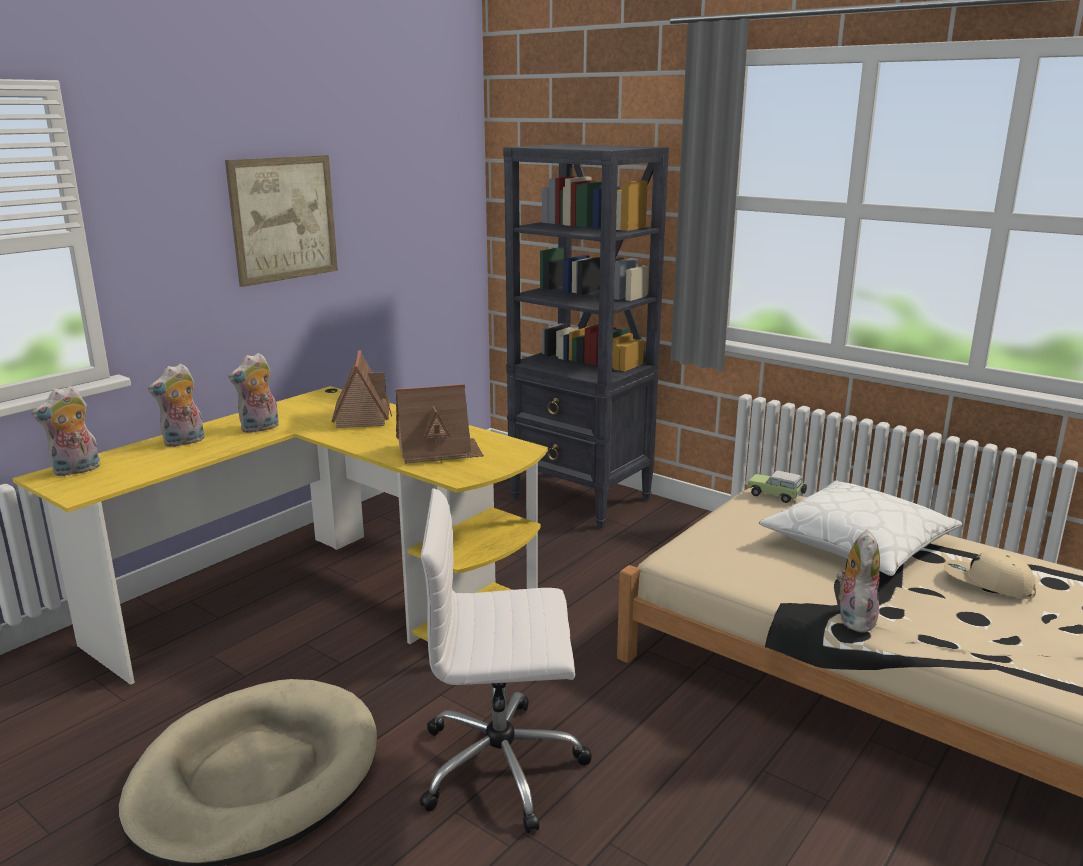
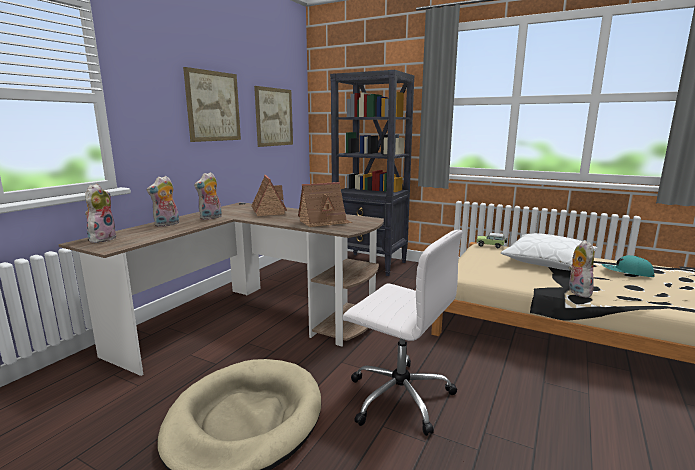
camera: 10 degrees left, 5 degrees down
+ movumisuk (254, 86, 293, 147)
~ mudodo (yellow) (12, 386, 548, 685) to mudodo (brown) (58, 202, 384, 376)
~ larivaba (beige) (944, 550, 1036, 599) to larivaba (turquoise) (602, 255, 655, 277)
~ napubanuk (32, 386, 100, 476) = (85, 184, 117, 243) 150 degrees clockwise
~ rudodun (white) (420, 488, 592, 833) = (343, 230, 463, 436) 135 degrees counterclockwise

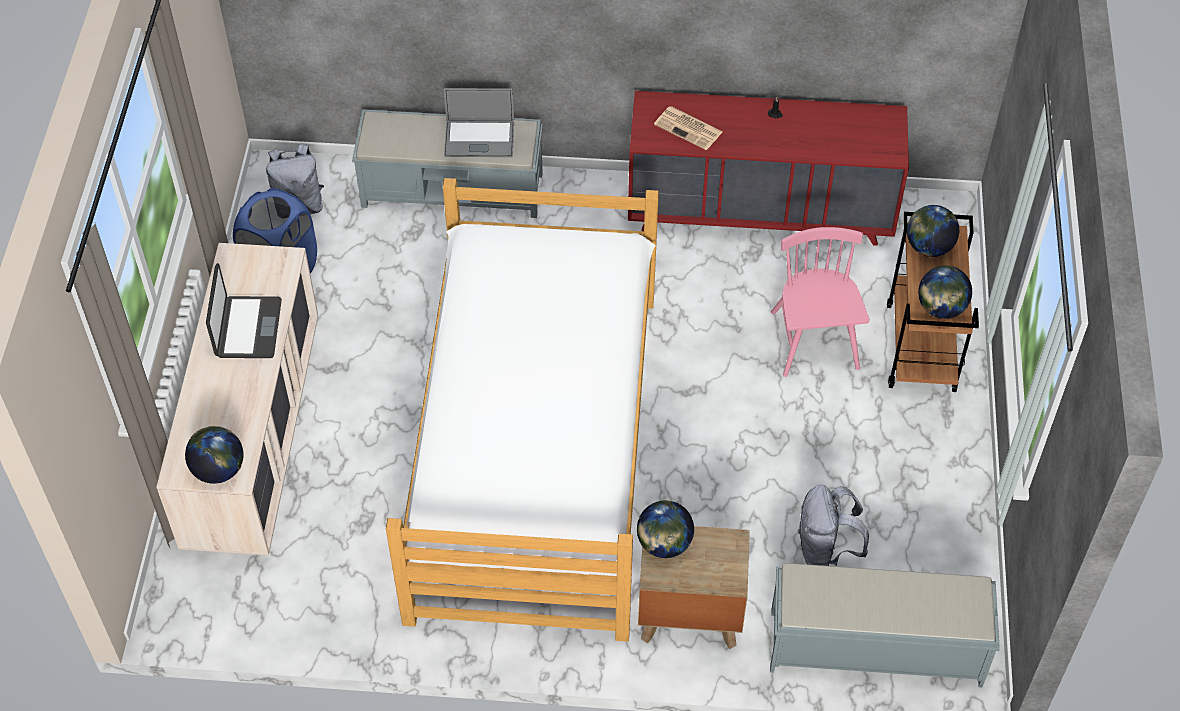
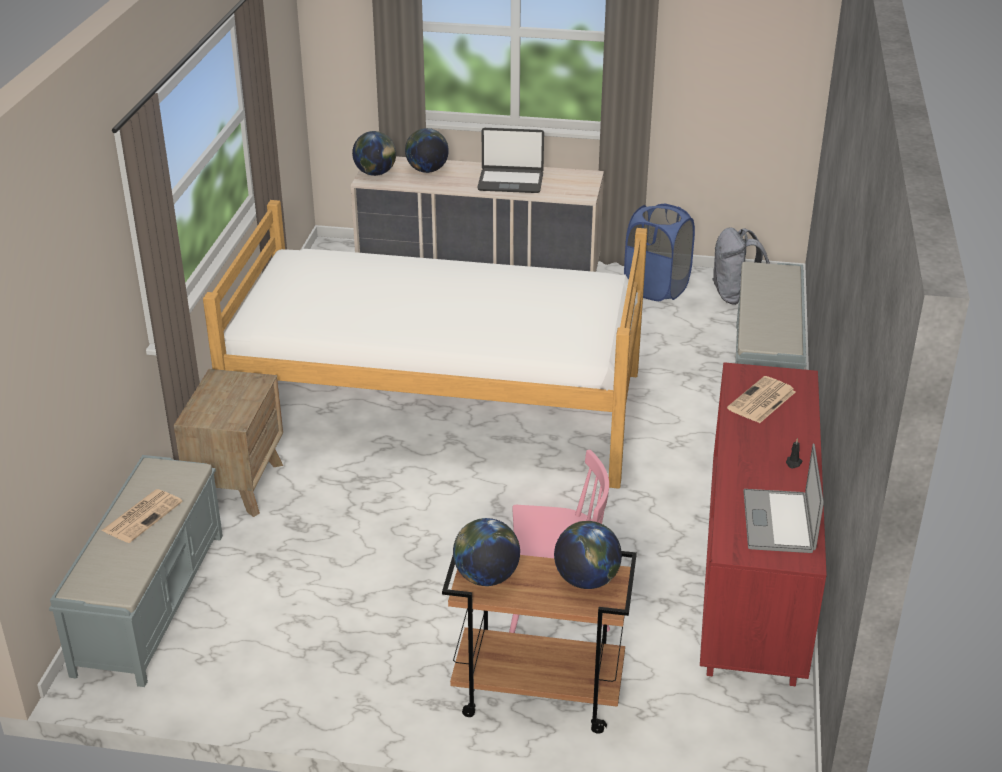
camera: 95 degrees right, 20 degrees down
- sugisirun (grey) (798, 484, 869, 566)
+ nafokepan (101, 489, 183, 543)
~ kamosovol (444, 88, 514, 157) to (744, 444, 824, 553)
~ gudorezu (637, 500, 694, 558) to (405, 128, 449, 173)

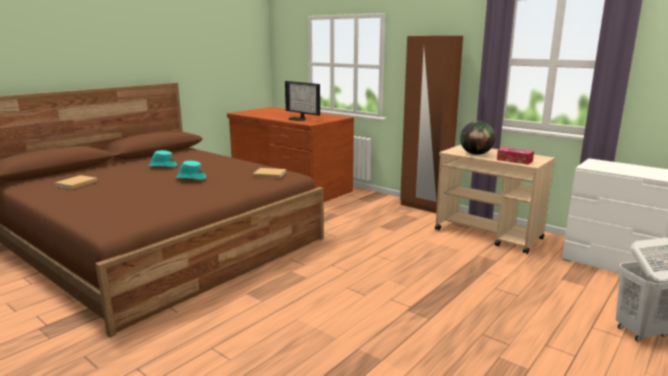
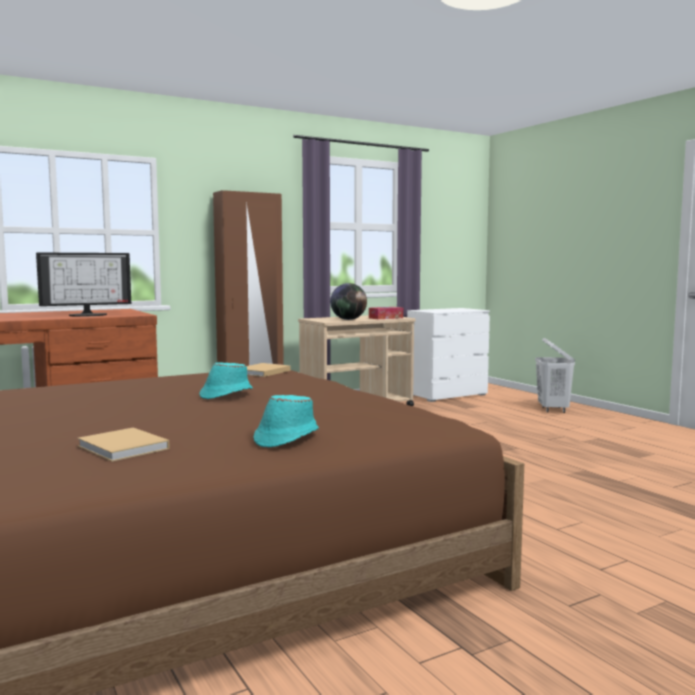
camera: 70 degrees left, 10 degrees down
~ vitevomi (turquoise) (148, 150, 177, 167) to (253, 395, 319, 448)

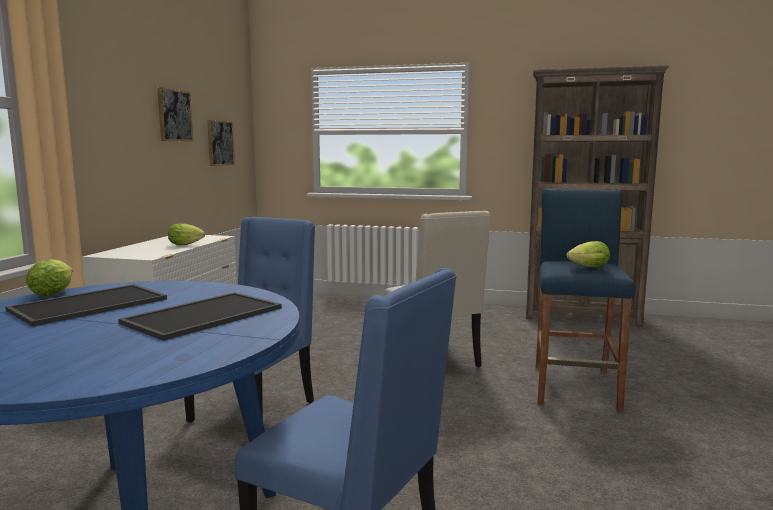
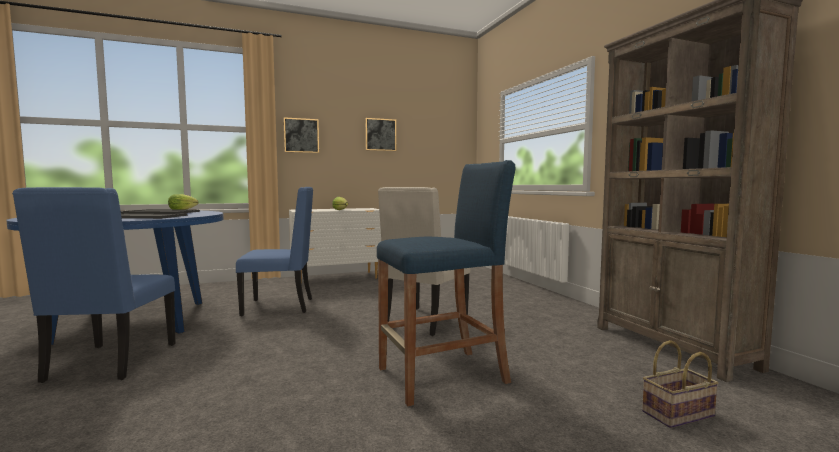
camera: 55 degrees right, 5 degrees down
- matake (566, 241, 610, 267)
+ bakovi (642, 340, 718, 428)
~ movumisuk (207, 120, 235, 166) to (284, 117, 319, 153)

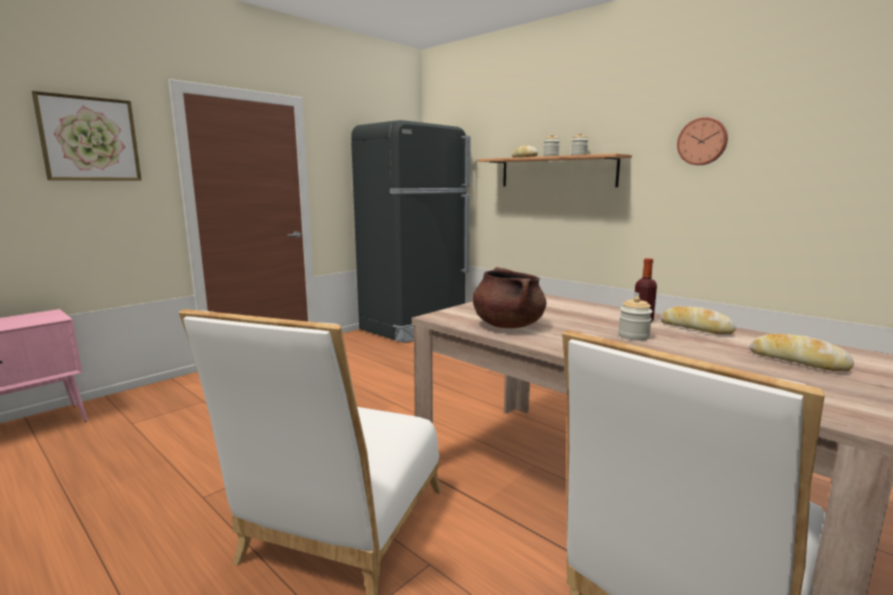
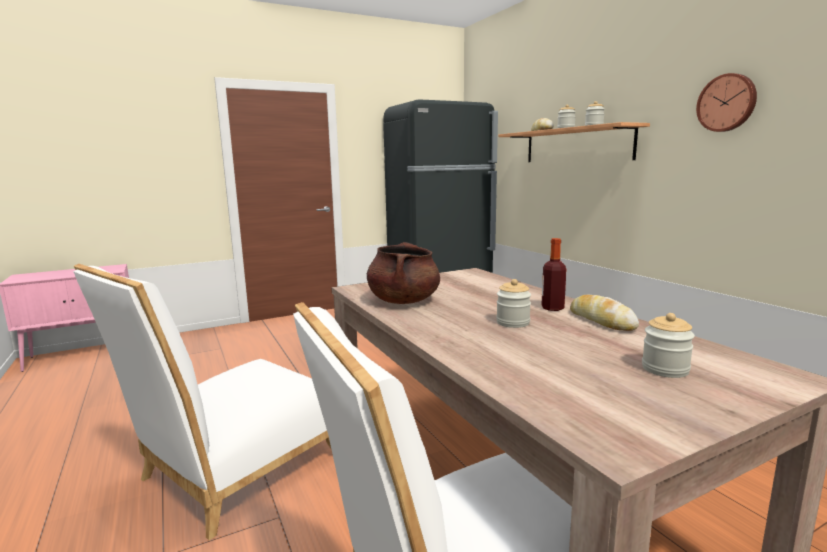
camera: 20 degrees right, 0 degrees up
- movumisuk (32, 91, 142, 180)
~ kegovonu (750, 334, 854, 371) to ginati (642, 313, 695, 378)

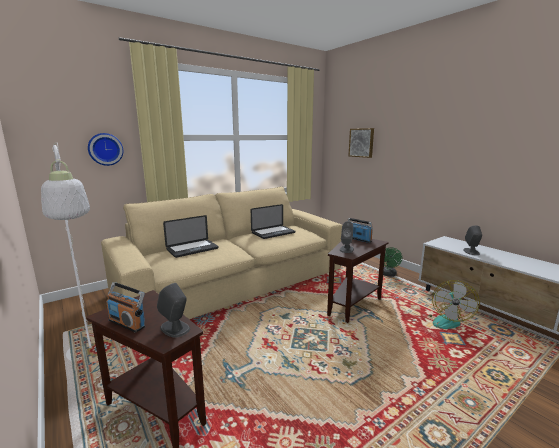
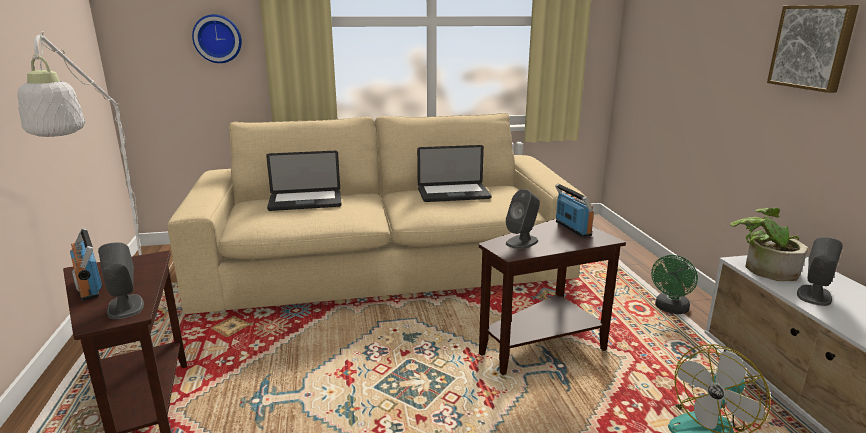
camera: 25 degrees right, 5 degrees up
+ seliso (731, 208, 808, 281)
~ movumisuk (348, 128, 374, 158) to (767, 5, 859, 93)

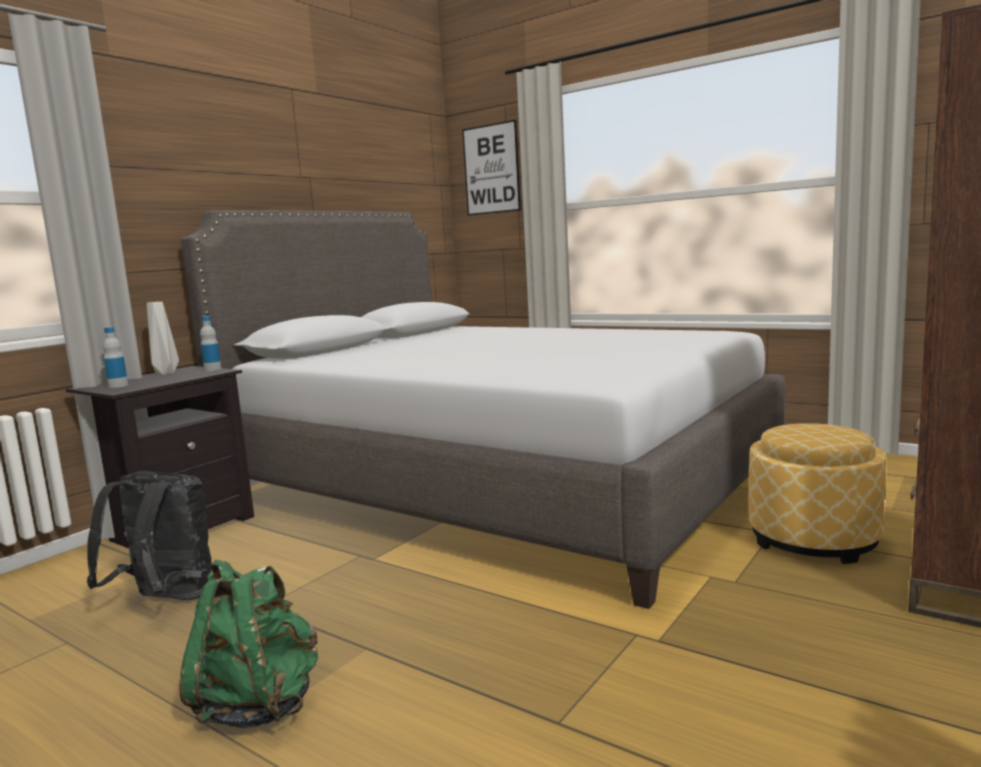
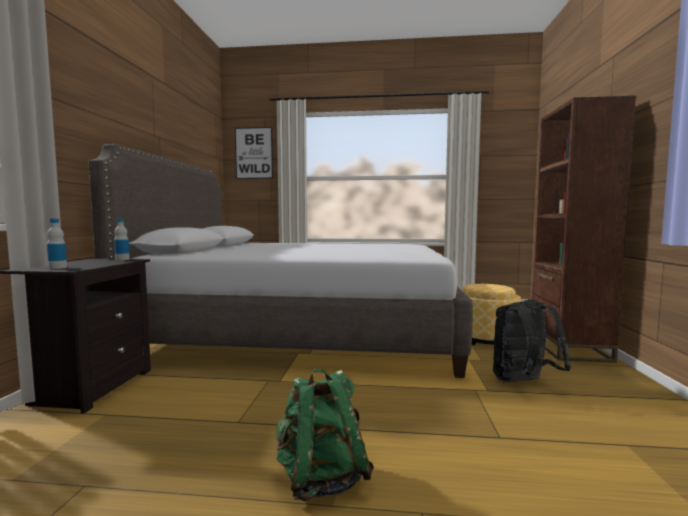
camera: 30 degrees left, 5 degrees down
- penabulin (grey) (147, 302, 179, 375)
~ sugisirun (black) (86, 471, 212, 600) to (493, 300, 571, 382)

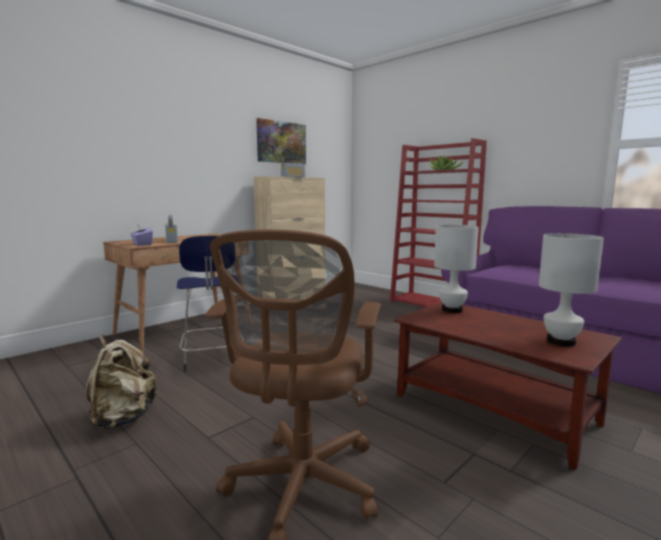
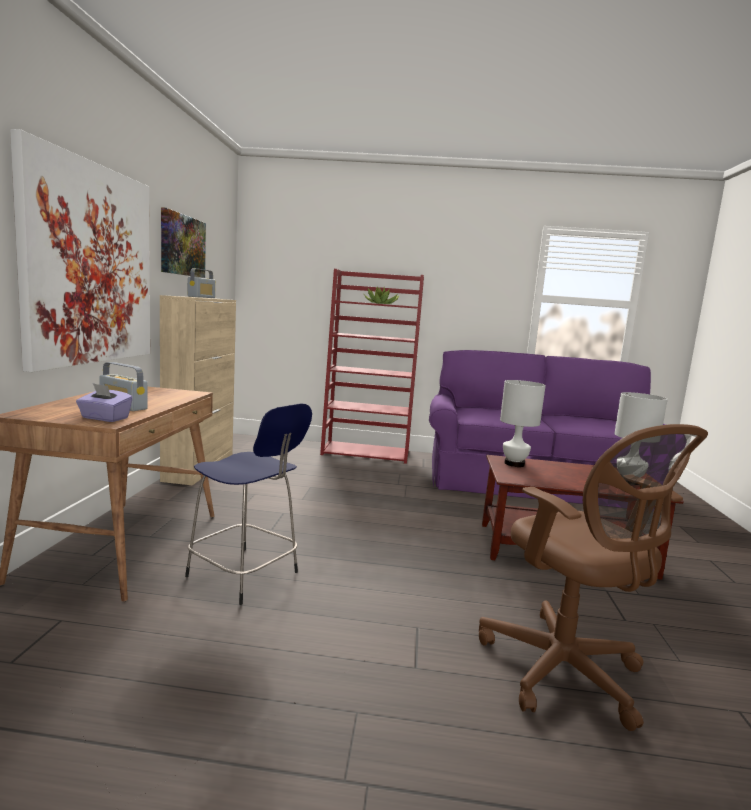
camera: 40 degrees left, 0 degrees up
- sugisirun (beige) (86, 335, 159, 430)
+ movumisuk (10, 129, 150, 372)

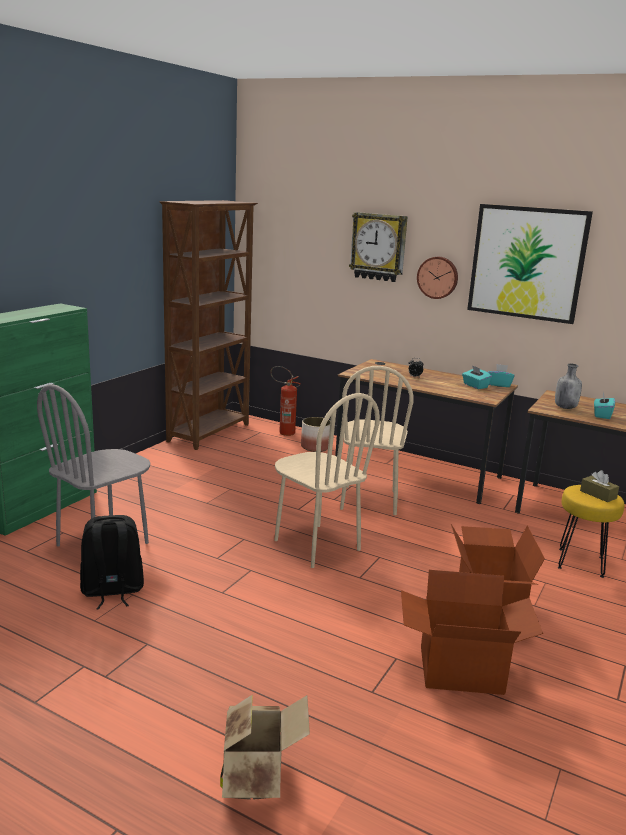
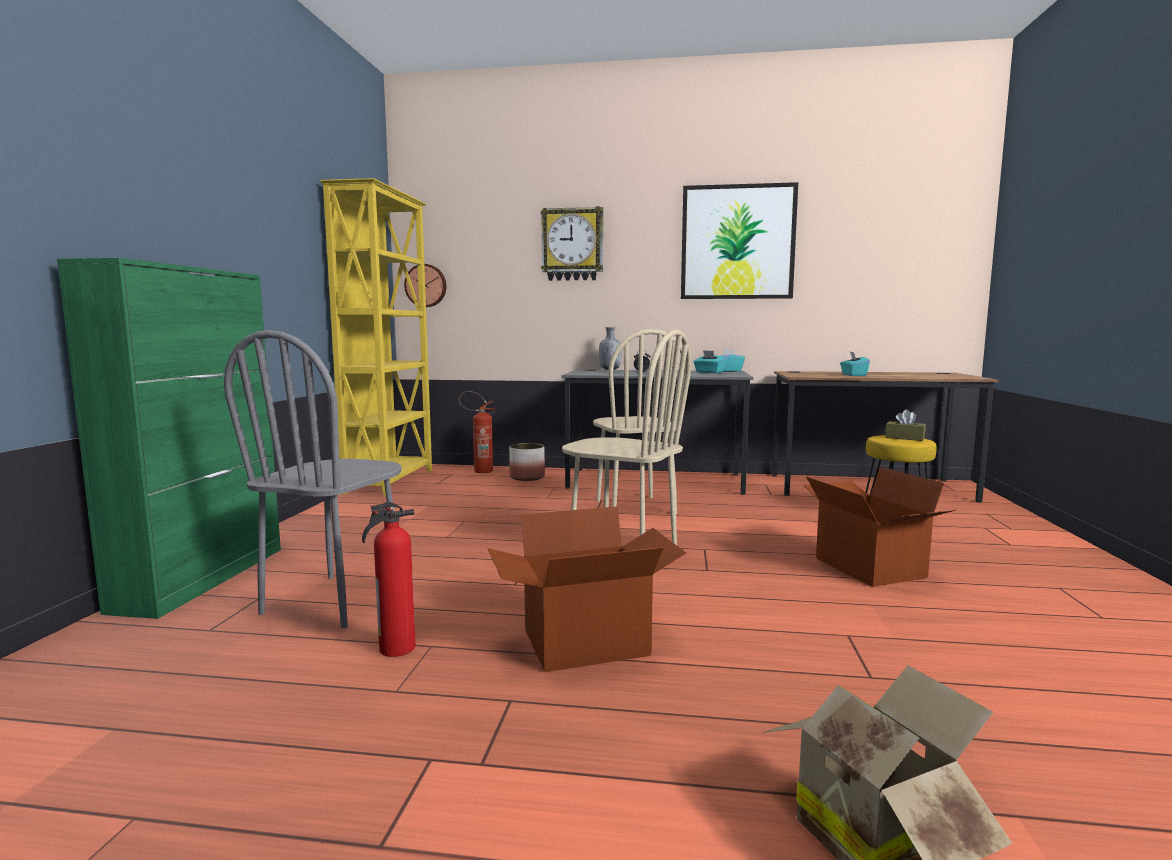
camera: 20 degrees left, 10 degrees down
~ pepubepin (401, 570, 543, 695) to (488, 506, 686, 672)
~ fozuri (417, 257, 458, 299) to (404, 264, 446, 307)
~ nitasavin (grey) (555, 363, 582, 409) to (599, 327, 622, 370)
~ sugisirun (black) (80, 515, 144, 609) to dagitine (362, 502, 416, 657)
~ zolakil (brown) (160, 200, 258, 450) to zolakil (yellow) (320, 178, 432, 496)
~ mudodo (brown) (335, 359, 518, 504) to mudodo (grey) (561, 369, 753, 495)

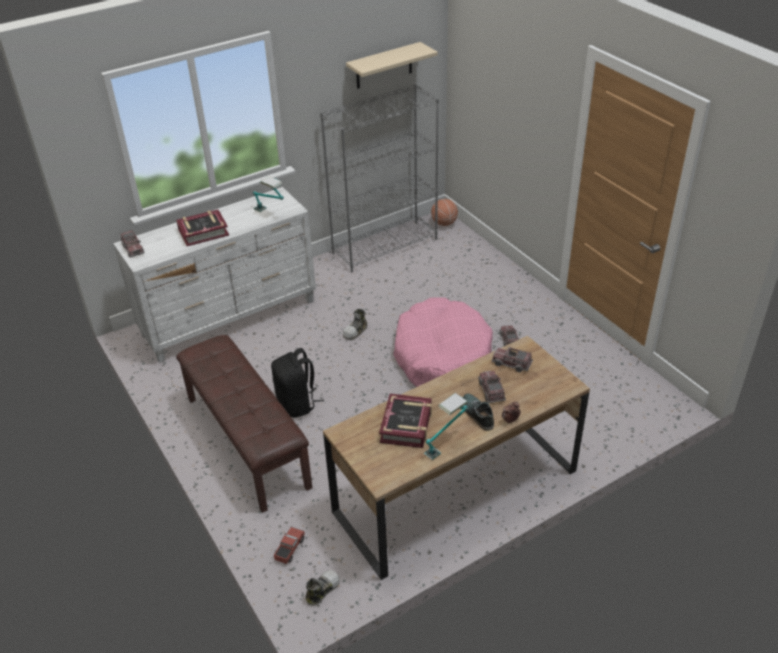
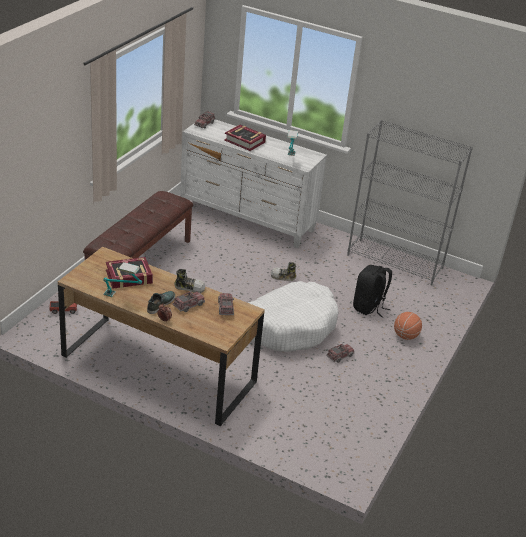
camera: 55 degrees right, 5 degrees down
- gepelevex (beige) (346, 42, 438, 89)
~ sugisirun (black) (271, 348, 324, 417) to (353, 265, 392, 318)
~ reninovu (306, 570, 340, 606) to (174, 269, 205, 293)
~ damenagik (431, 199, 458, 226) to (394, 312, 422, 340)
~ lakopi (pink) (393, 297, 493, 387) to lakopi (white) (248, 281, 339, 352)

